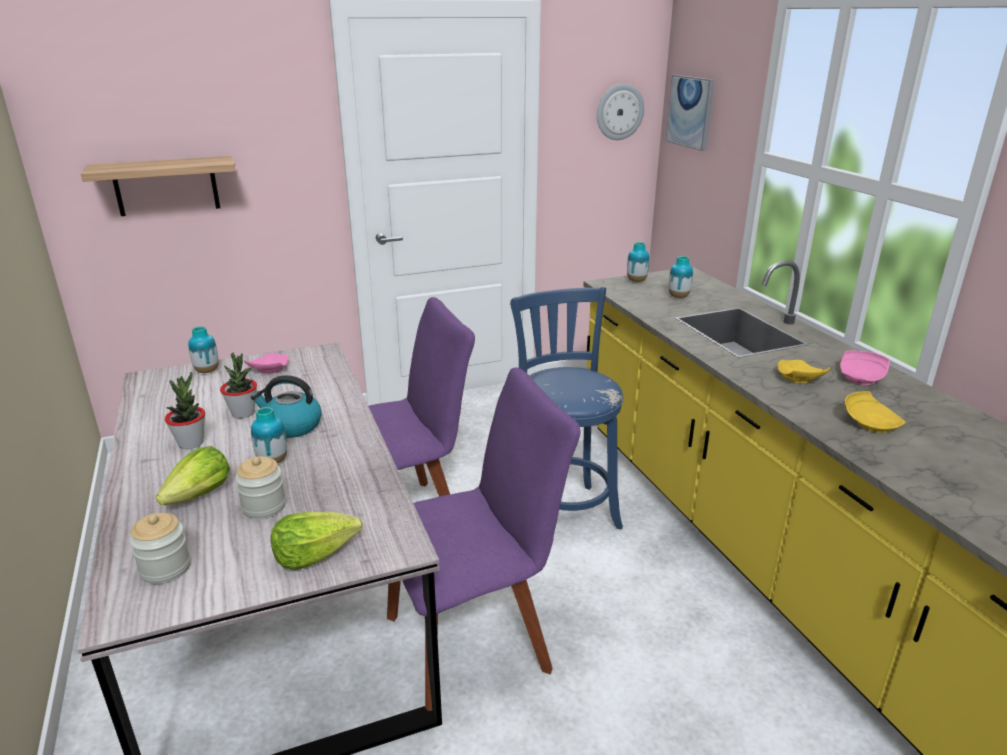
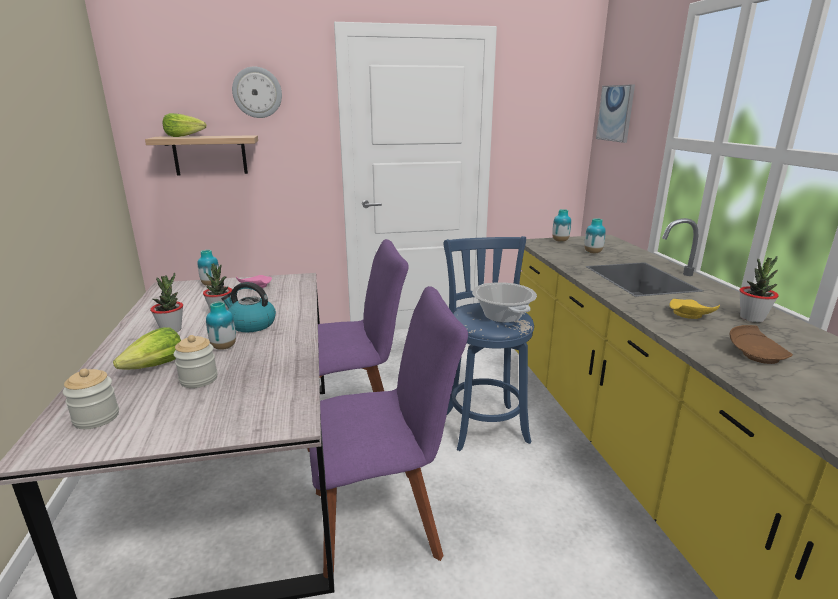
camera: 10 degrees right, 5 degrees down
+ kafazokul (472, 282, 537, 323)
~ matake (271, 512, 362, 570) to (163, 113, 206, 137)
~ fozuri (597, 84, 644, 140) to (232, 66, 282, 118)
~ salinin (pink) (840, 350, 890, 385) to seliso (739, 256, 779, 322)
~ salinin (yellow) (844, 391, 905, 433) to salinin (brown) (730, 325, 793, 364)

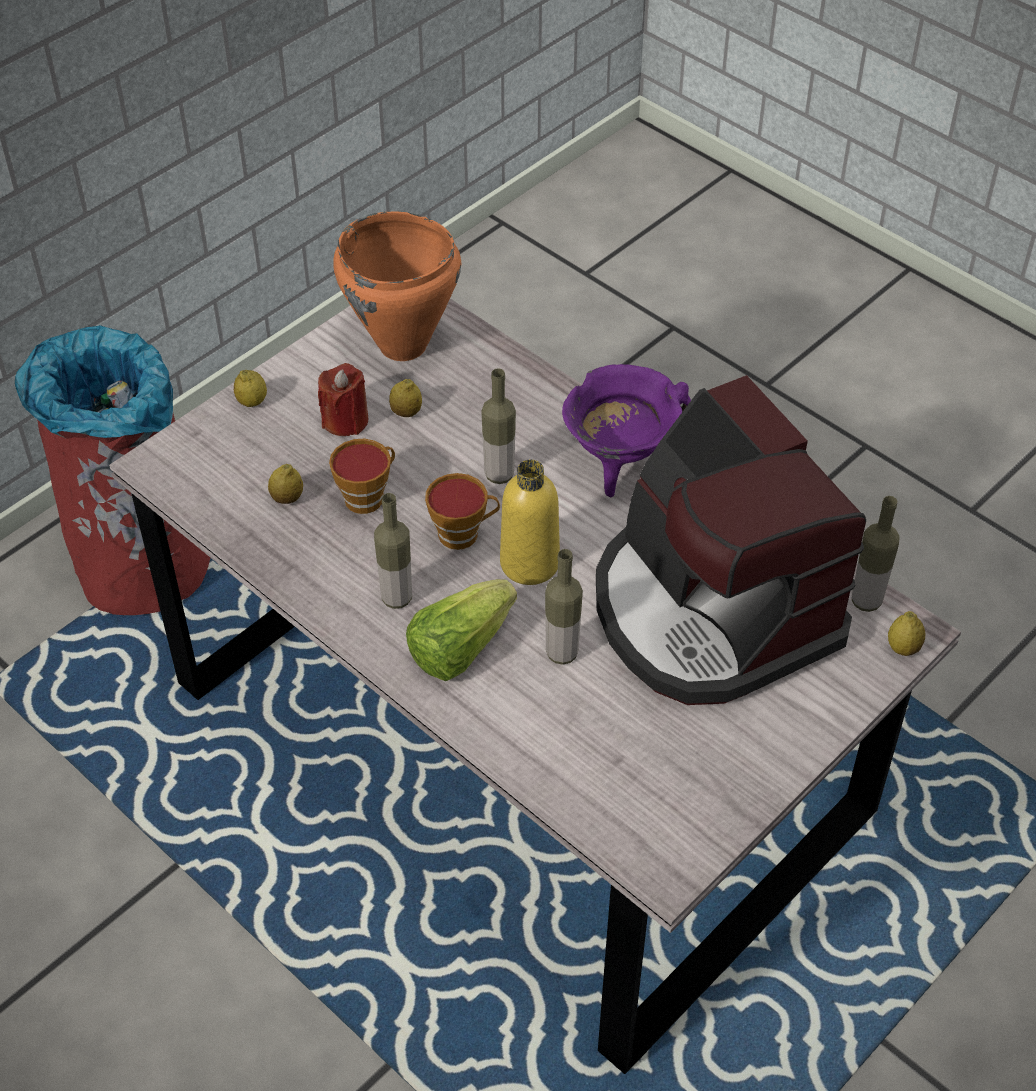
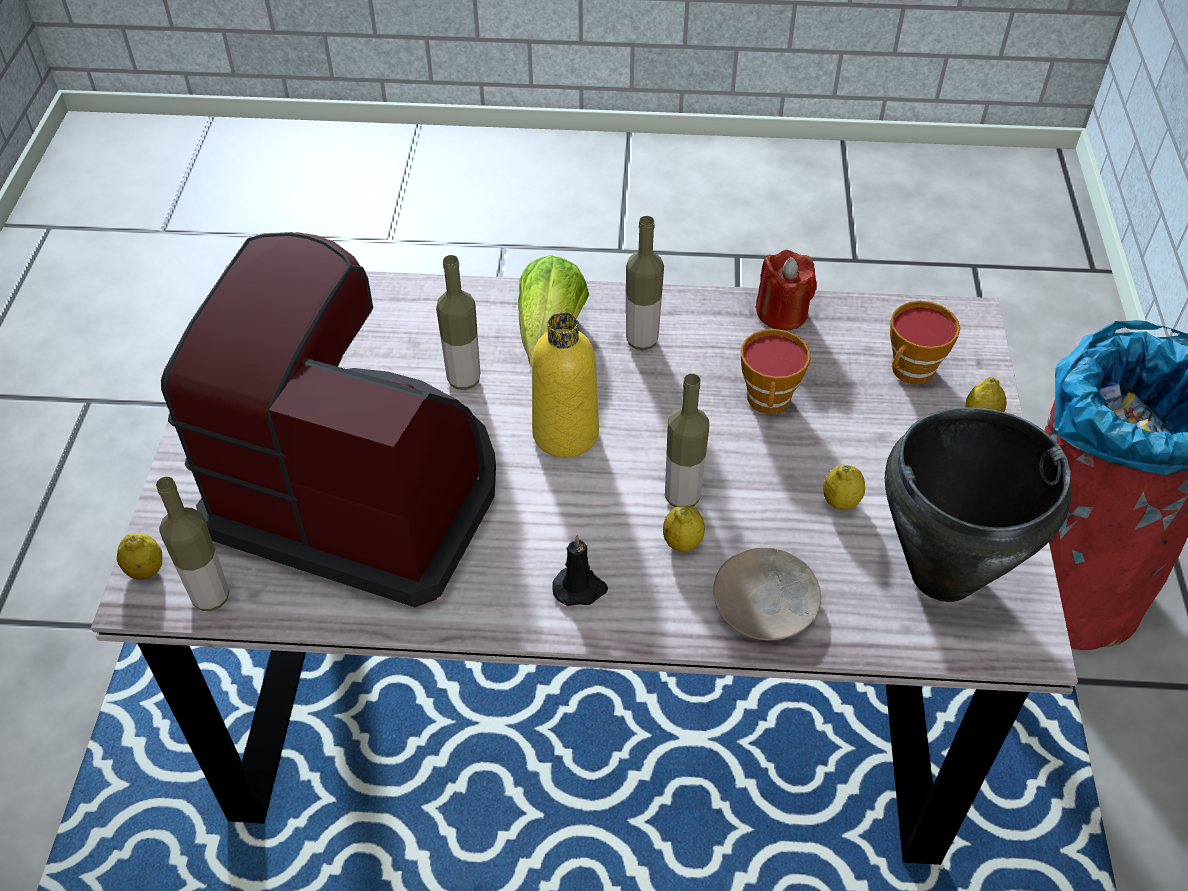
camera: 140 degrees right, 0 degrees up
+ salinin (beige) (713, 548, 821, 640)
~ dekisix (268, 464, 303, 504) to (663, 505, 705, 552)
~ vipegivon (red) (318, 363, 368, 436) to (756, 250, 817, 330)
~ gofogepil (425, 473, 500, 550) to (890, 301, 960, 385)
~ kafazokul (purple) (562, 364, 691, 497) to vipegivon (black) (552, 535, 608, 606)
~ kafazokul (orange) (333, 211, 461, 361) to kafazokul (black) (885, 407, 1072, 602)

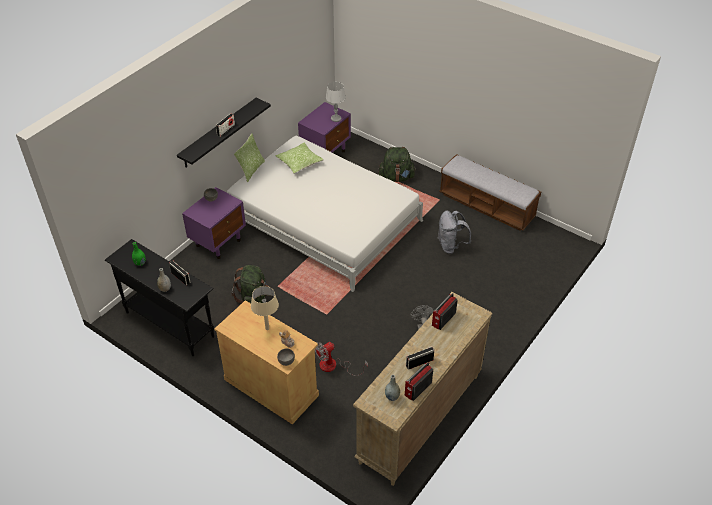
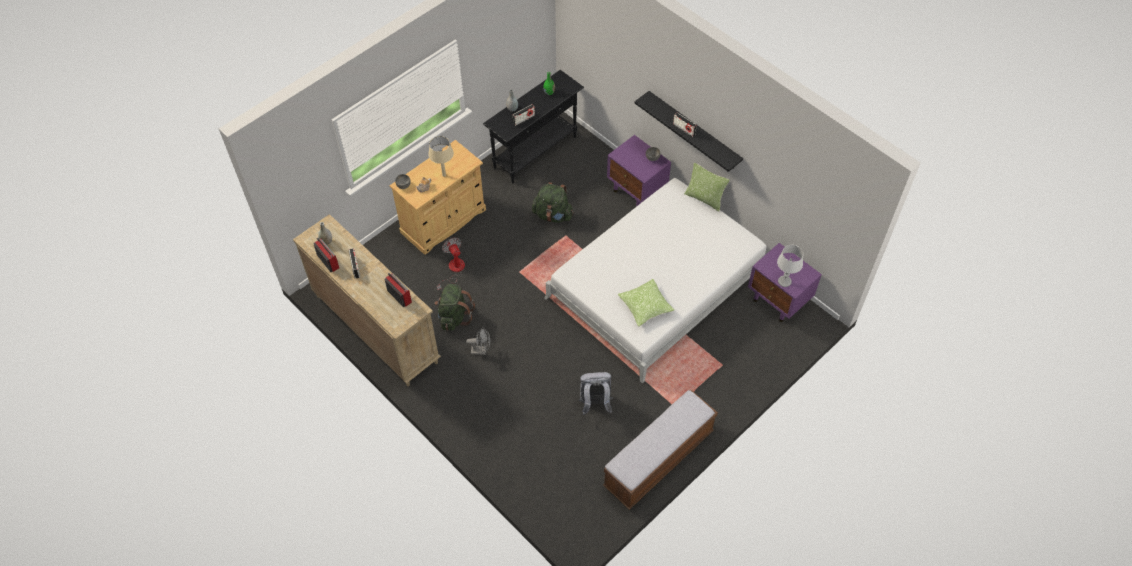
camera: 100 degrees right, 10 degrees up
~ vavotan (275, 143, 323, 174) to (618, 279, 674, 327)
~ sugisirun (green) (378, 147, 416, 182) to (434, 284, 475, 331)

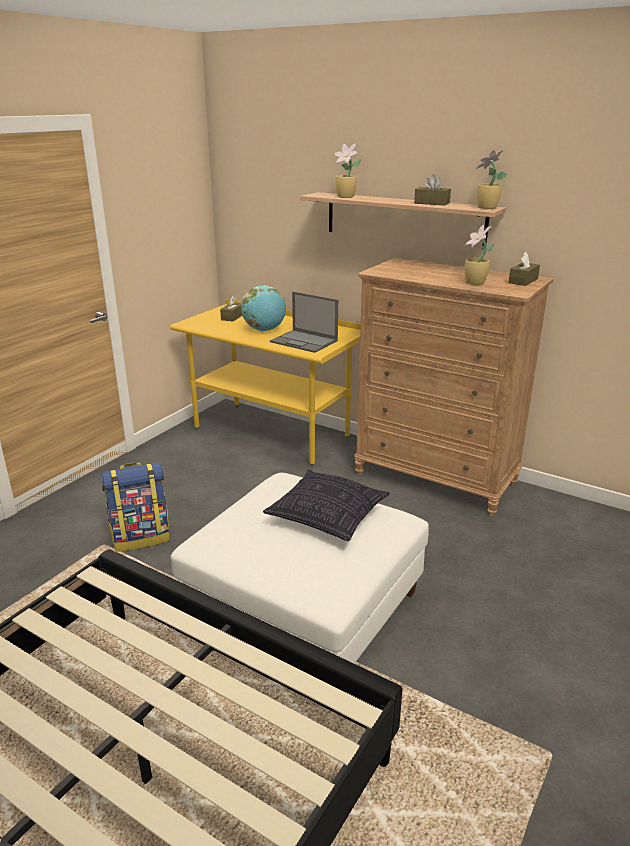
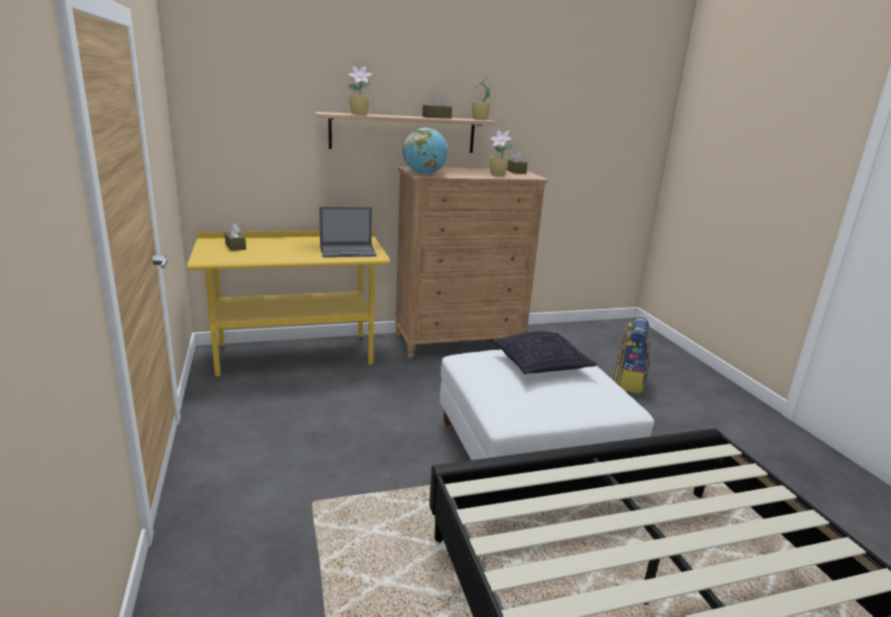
camera: 50 degrees left, 5 degrees down
~ sugisirun (102, 462, 170, 552) to (612, 317, 650, 394)
~ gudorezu (241, 285, 286, 331) to (403, 127, 448, 175)

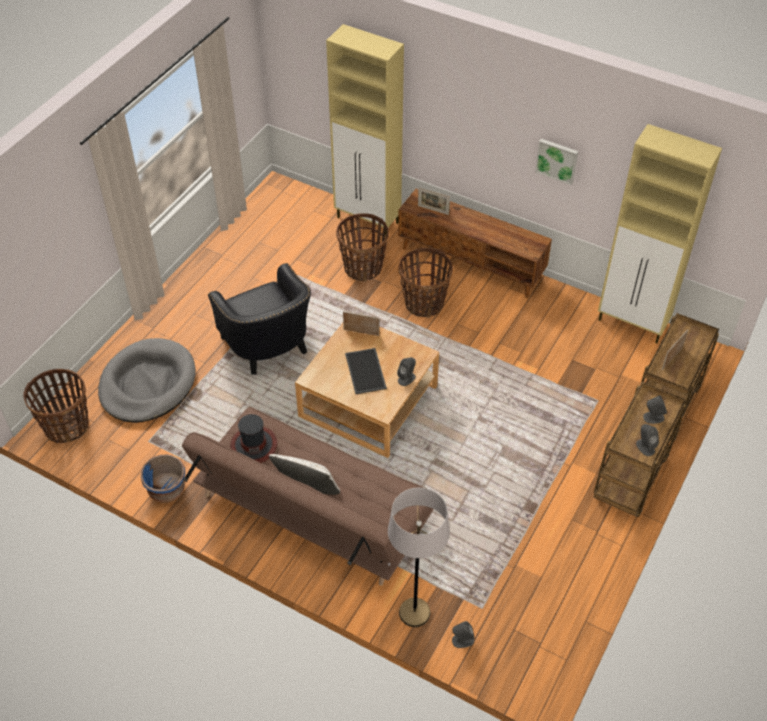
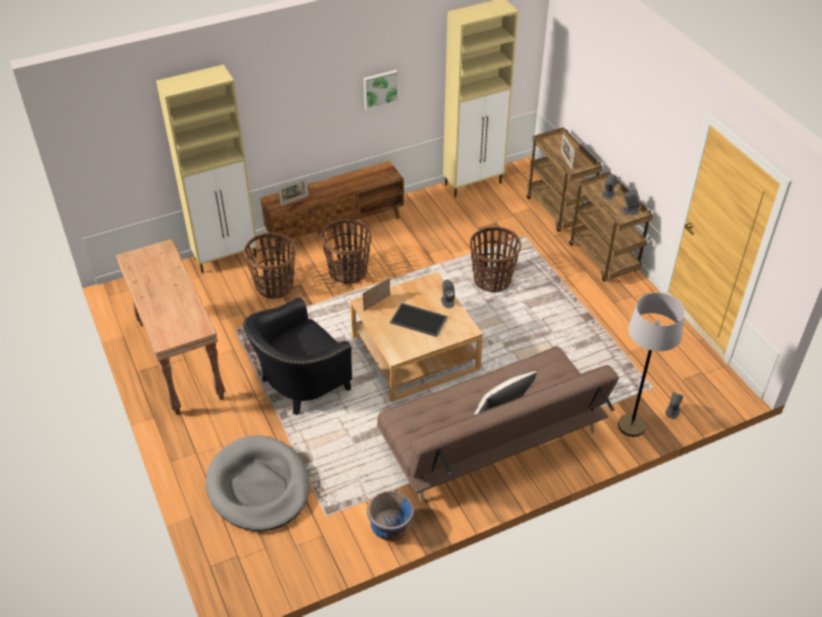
camera: 55 degrees left, 5 degrees down
- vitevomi (230, 414, 277, 463)
+ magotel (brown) (116, 239, 225, 415)
~ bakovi (23, 369, 89, 443) to (470, 227, 521, 292)
~ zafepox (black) (208, 263, 311, 375) = (243, 297, 352, 415) 135 degrees clockwise

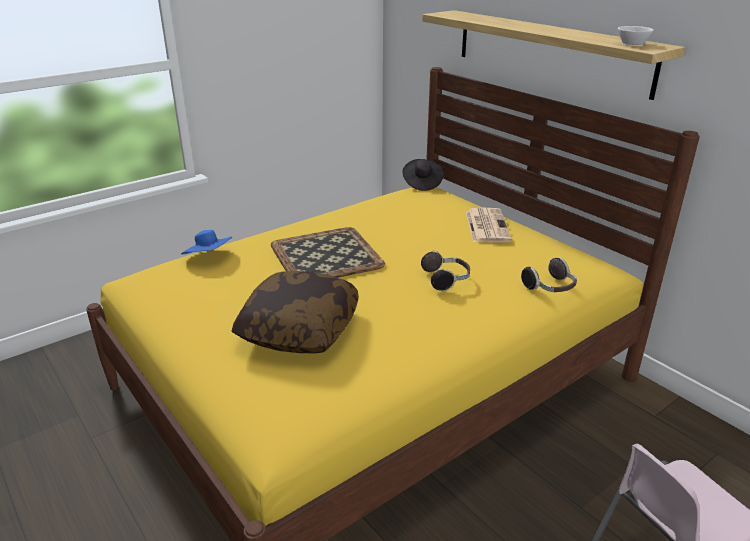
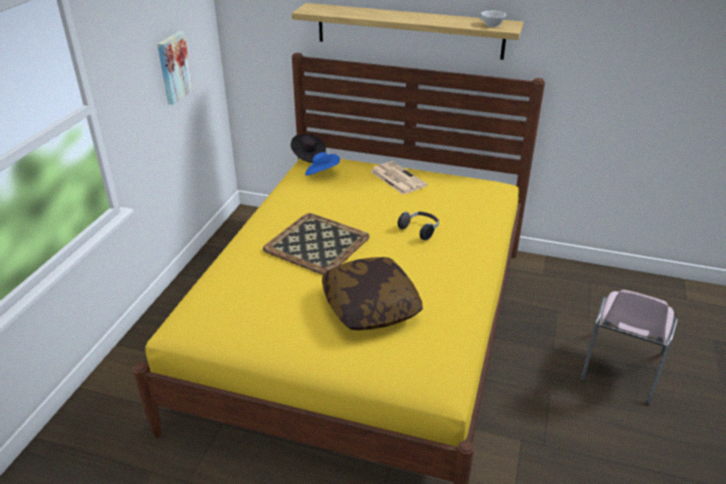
camera: 35 degrees left, 5 degrees up
- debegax (521, 258, 577, 292)
+ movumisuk (157, 31, 193, 105)
~ vitevomi (blue) (181, 230, 232, 254) to (305, 152, 340, 176)

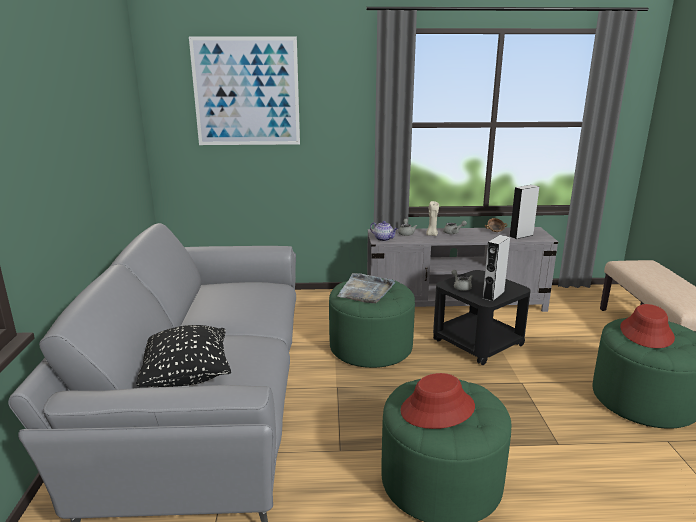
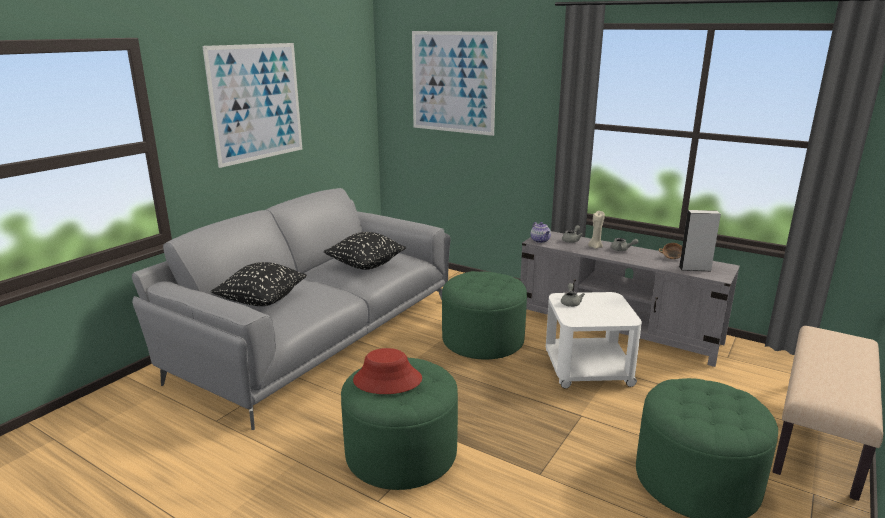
camera: 35 degrees right, 0 degrees up
- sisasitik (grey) (337, 273, 396, 303)
- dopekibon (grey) (482, 235, 510, 301)
- vitevomi (red) (620, 304, 675, 348)
+ movumisuk (202, 43, 302, 168)
+ vavotan (black) (324, 232, 406, 270)
~ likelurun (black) (433, 270, 531, 365) to likelurun (white) (546, 292, 642, 389)

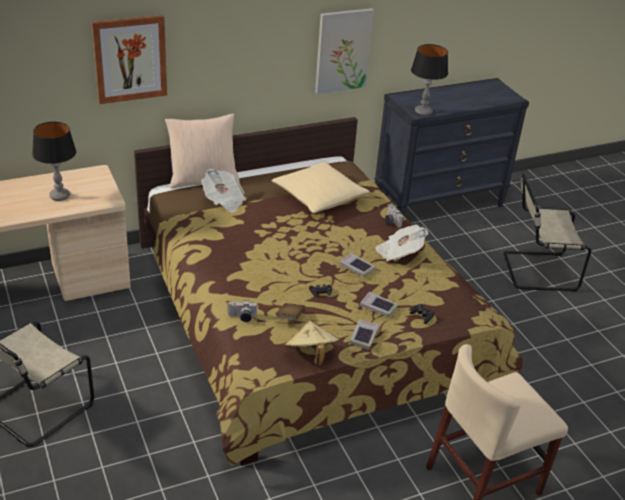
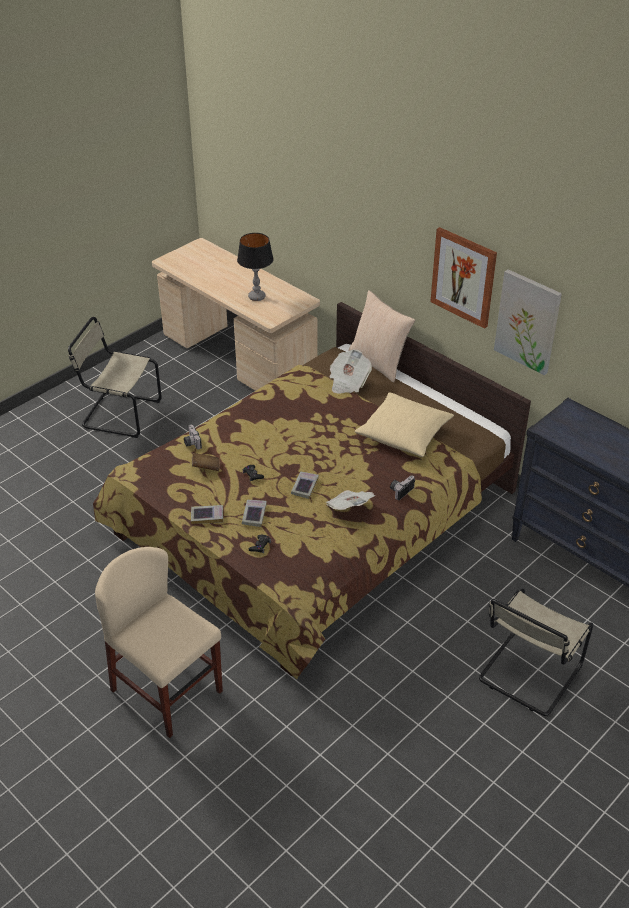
camera: 70 degrees right, 5 degrees up
- vitevomi (beige) (284, 321, 339, 366)
- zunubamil (411, 44, 448, 116)
~ movumisuk (92, 15, 167, 104) to (430, 227, 497, 329)
~ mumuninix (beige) (504, 174, 591, 292) = (479, 589, 593, 716) 120 degrees counterclockwise

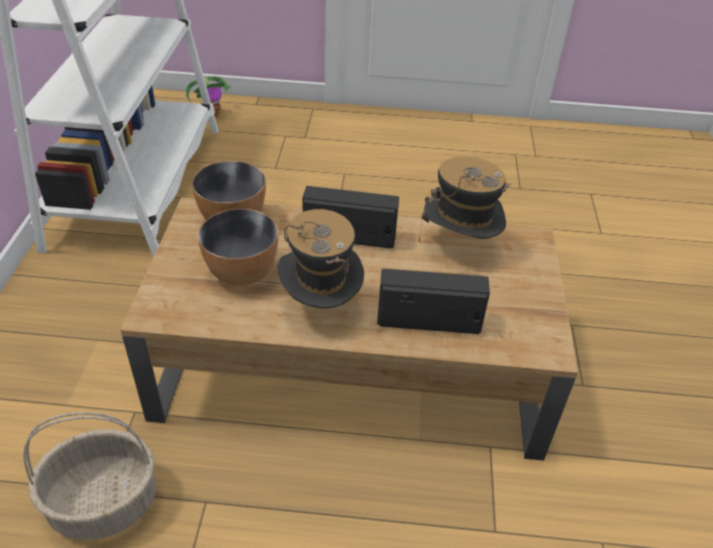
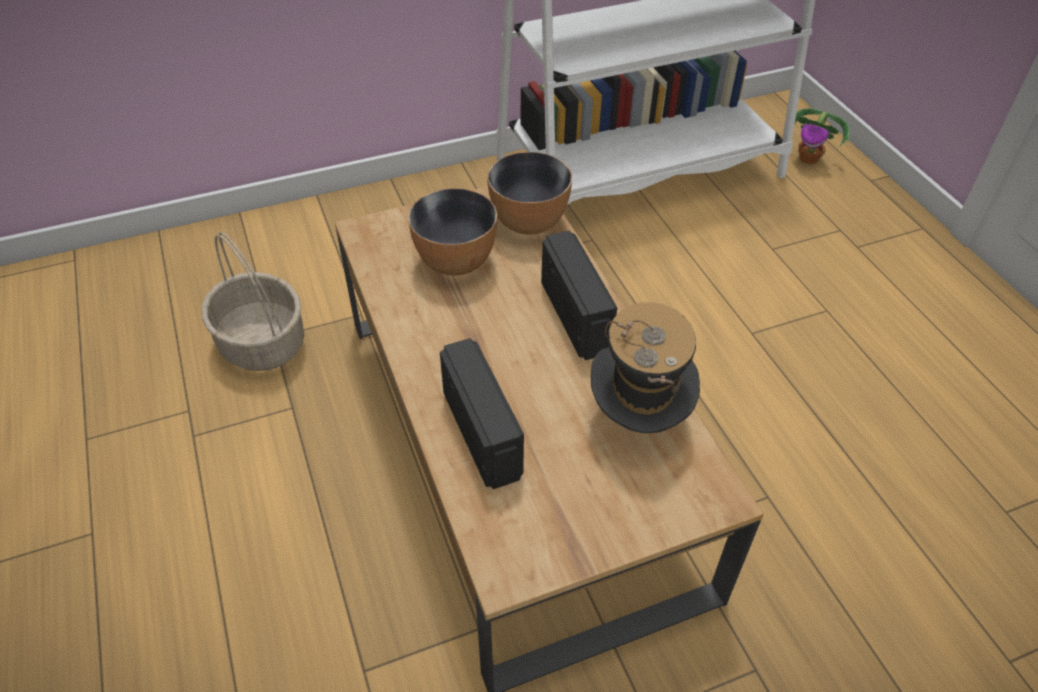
camera: 65 degrees right, 5 degrees up
- vitevomi (277, 209, 364, 309)

